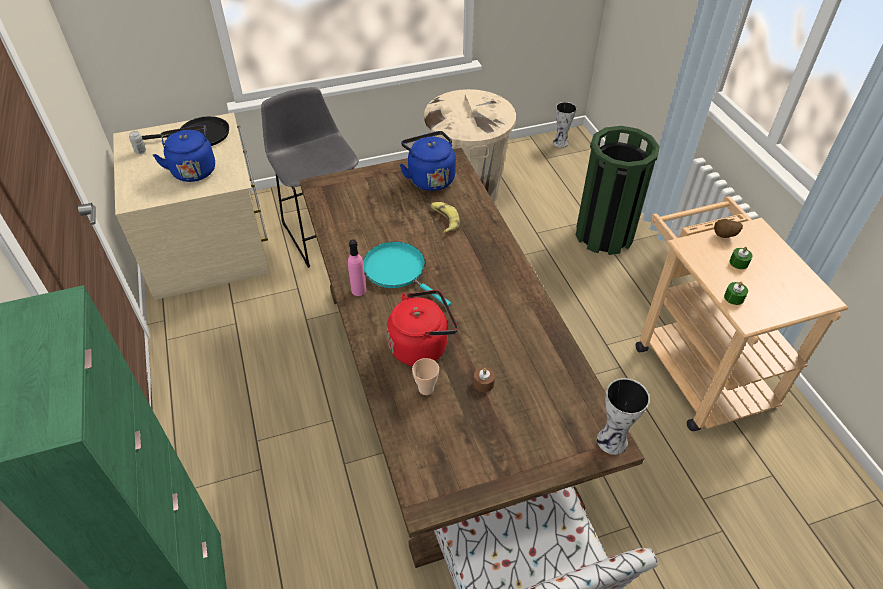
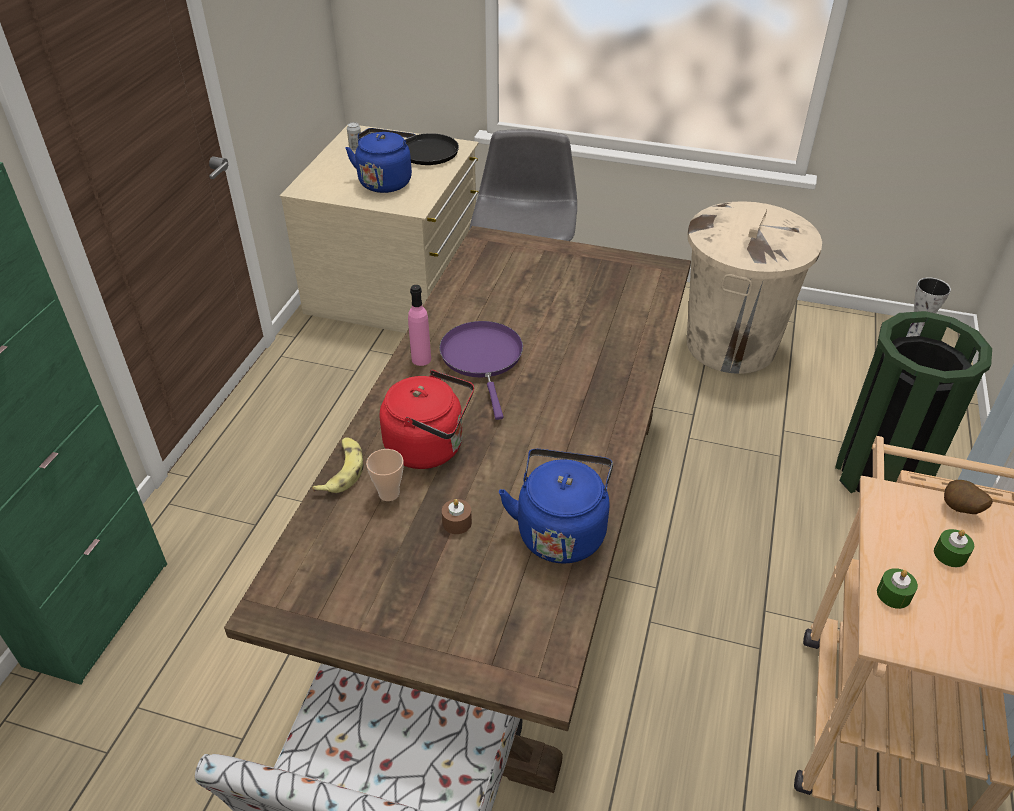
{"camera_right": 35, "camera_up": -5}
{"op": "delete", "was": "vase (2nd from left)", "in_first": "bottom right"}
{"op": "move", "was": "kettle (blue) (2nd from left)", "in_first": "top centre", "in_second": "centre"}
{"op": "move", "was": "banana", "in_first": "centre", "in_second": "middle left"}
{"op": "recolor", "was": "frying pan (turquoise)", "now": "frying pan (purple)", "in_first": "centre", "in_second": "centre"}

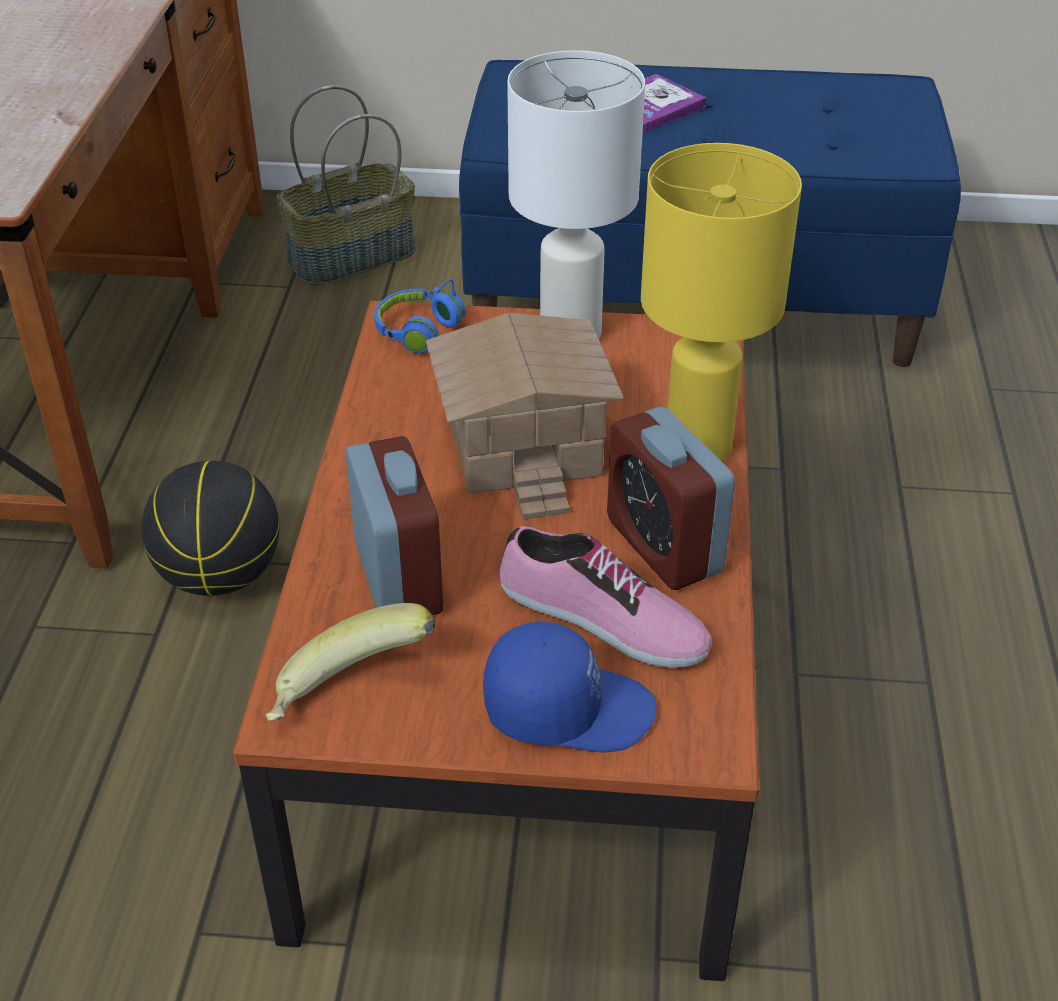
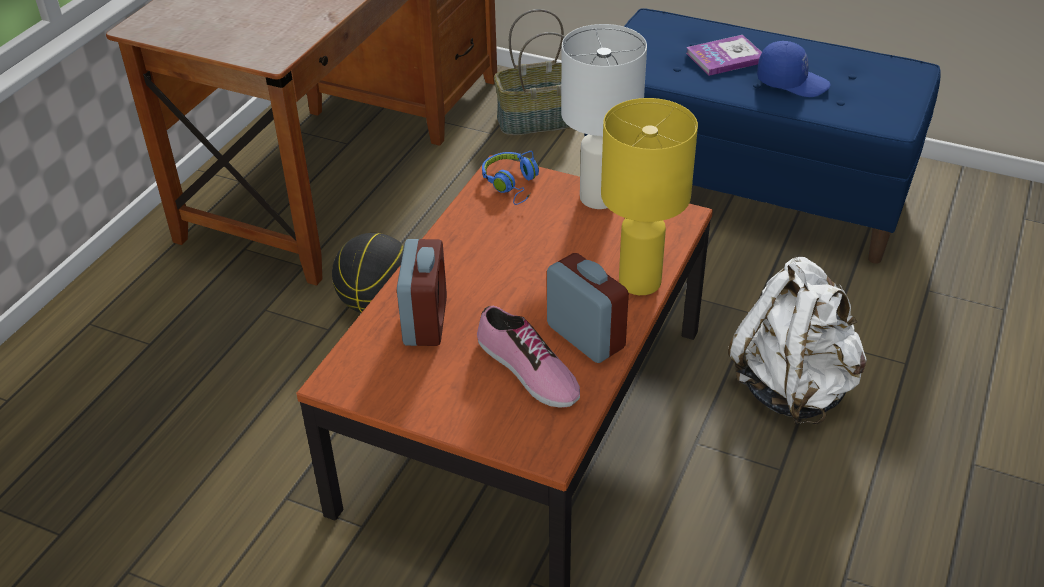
{"camera_right": 20, "camera_up": 0}
{"op": "delete", "was": "banana", "in_first": "middle left"}
{"op": "delete", "was": "toy house", "in_first": "centre"}
{"op": "insert", "now": "backpack (white)", "in_second": "middle right"}
{"op": "move", "was": "cap (blue)", "in_first": "bottom centre", "in_second": "top right"}
{"op": "rotate", "was": "alarm clock (2nd from left)", "in_first": "centre", "in_second": "centre", "clockwise": 150}

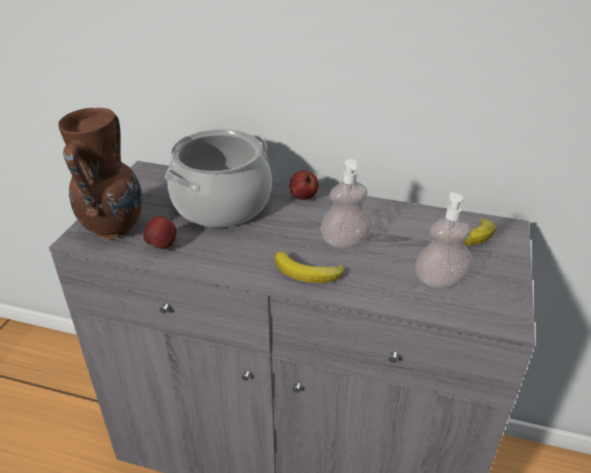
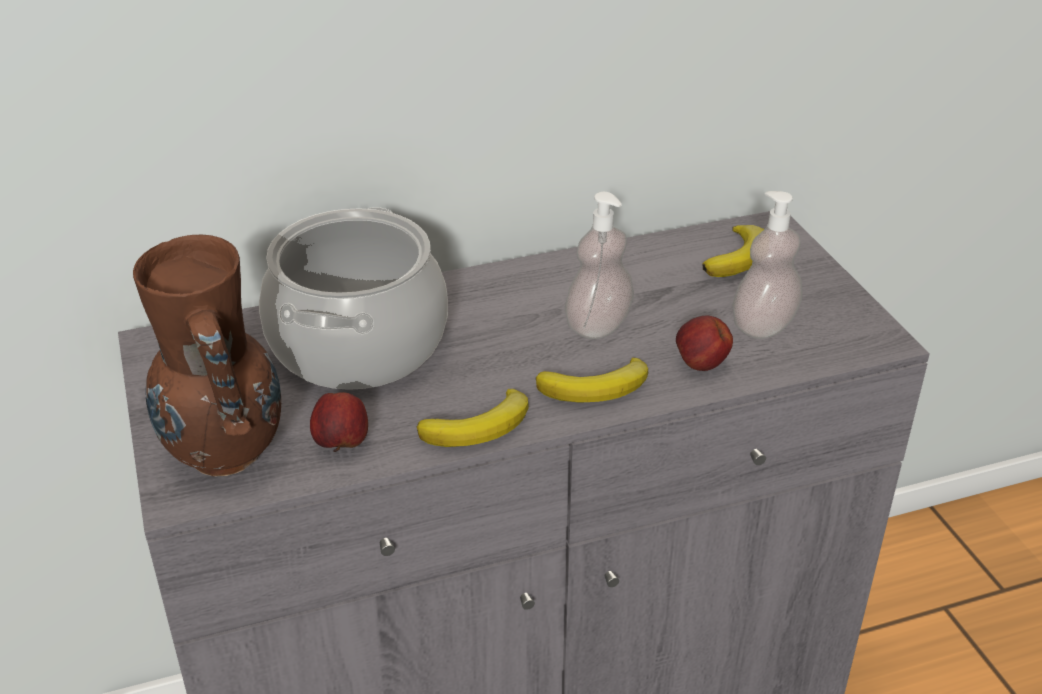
{"camera_right": -35, "camera_up": 0}
{"op": "insert", "now": "banana (1st from left)", "in_second": "centre"}
{"op": "move", "was": "apple (2nd from left)", "in_first": "centre", "in_second": "middle right"}

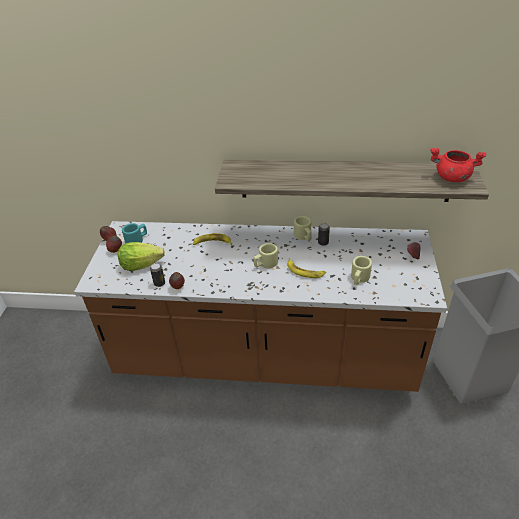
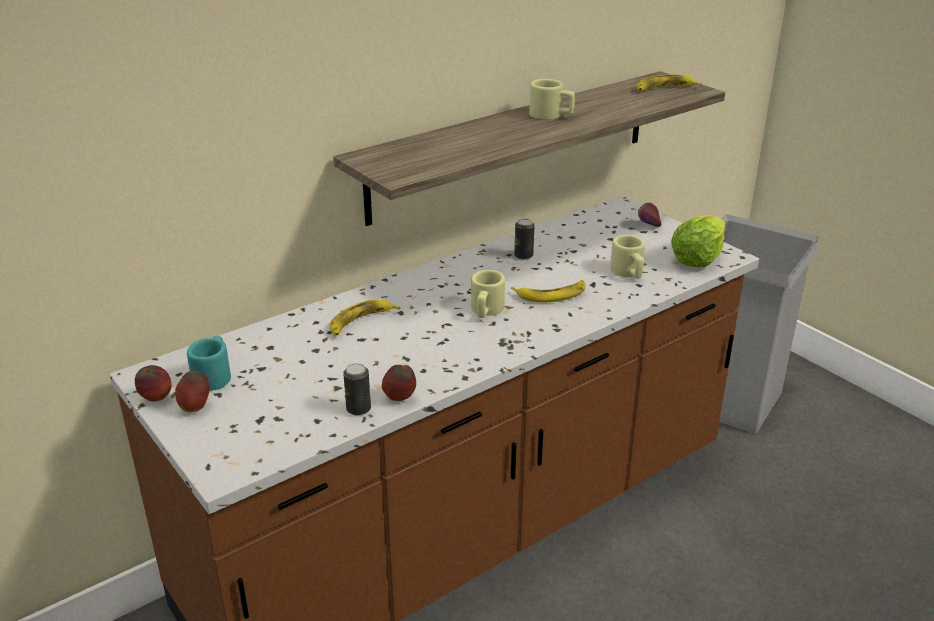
{"camera_right": -45, "camera_up": -10}
{"op": "move", "was": "lettuce", "in_first": "middle left", "in_second": "middle right"}
{"op": "move", "was": "mug (beige) (2nd from left)", "in_first": "centre", "in_second": "top centre"}
{"op": "replace", "was": "cooking pot (red)", "now": "banana (3rd from left)", "in_first": "top right", "in_second": "top right"}

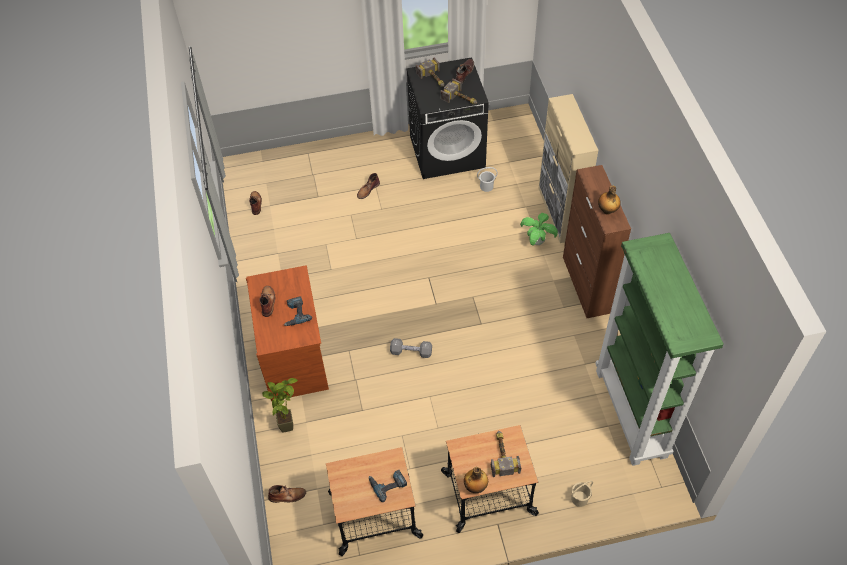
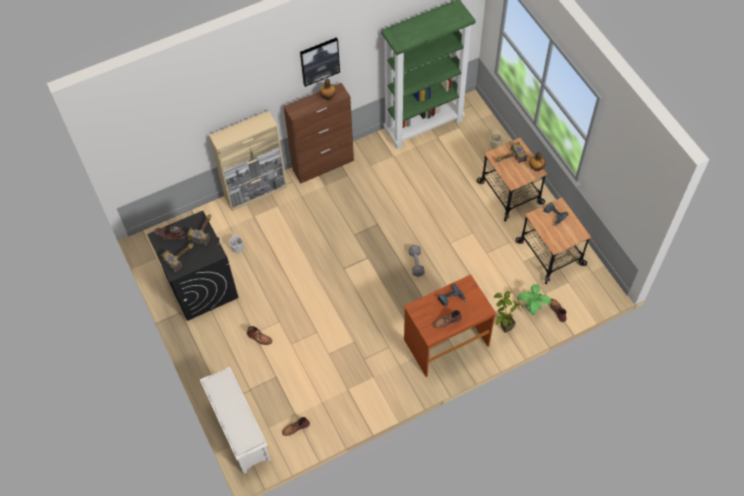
{"camera_right": -105, "camera_up": 5}
{"op": "insert", "now": "shoe rack (white)", "in_second": "bottom left"}
{"op": "insert", "now": "picture", "in_second": "top centre"}
{"op": "move", "was": "potted plant (2nd from left)", "in_first": "centre", "in_second": "middle right"}

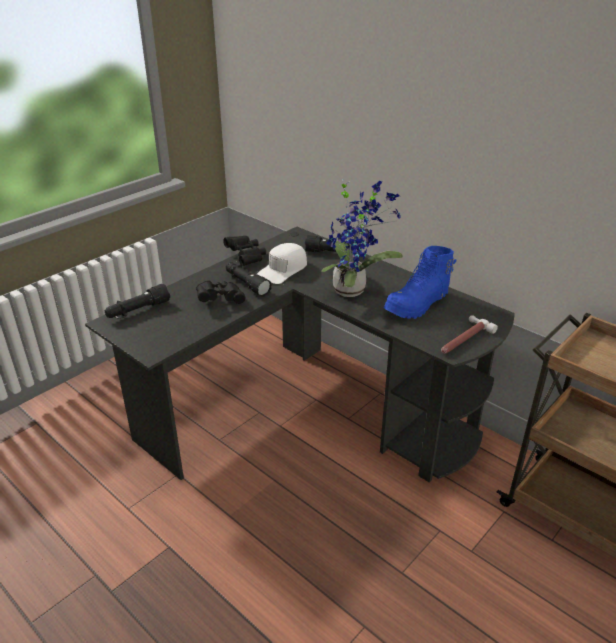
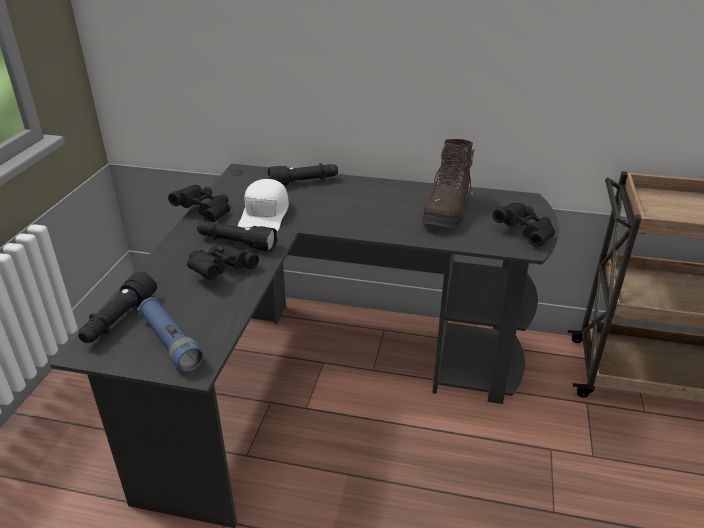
{"camera_right": -30, "camera_up": 0}
{"op": "delete", "was": "potted plant", "in_first": "centre"}
{"op": "insert", "now": "flashlight (blue)", "in_second": "middle left"}
{"op": "replace", "was": "hammer", "now": "binoculars (black) (3rd from left)", "in_first": "middle right", "in_second": "middle right"}
{"op": "recolor", "was": "boot (blue)", "now": "boot (brown)", "in_first": "middle right", "in_second": "centre"}

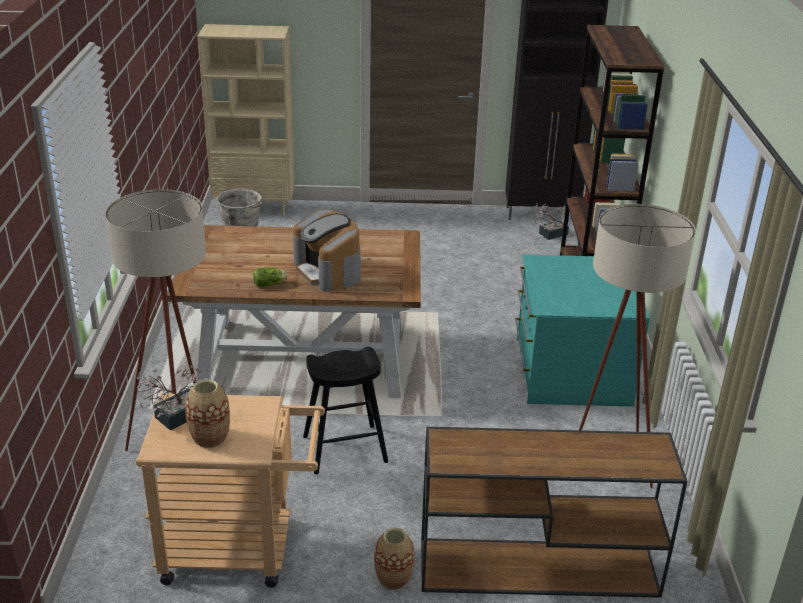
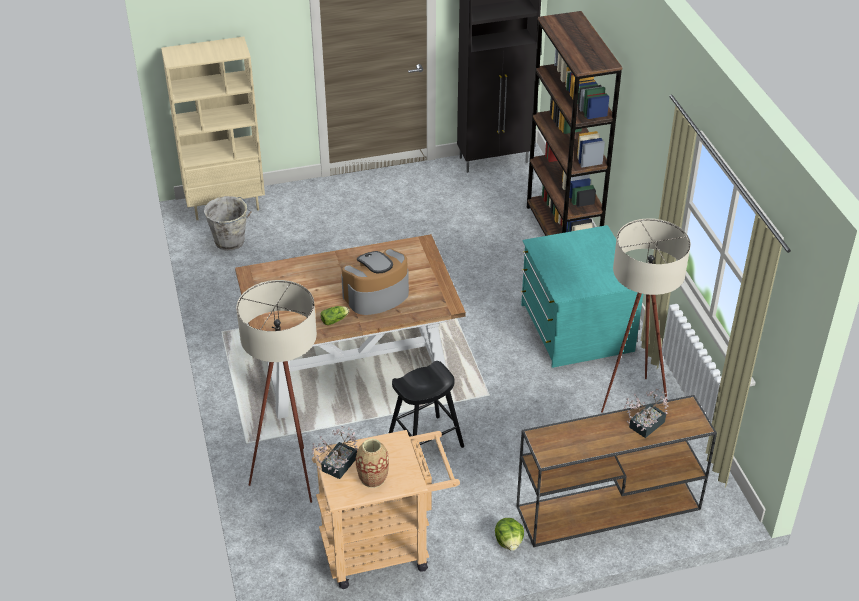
{"camera_right": -15, "camera_up": 10}
{"op": "move", "was": "potted plant (2nd from left)", "in_first": "middle right", "in_second": "bottom right"}
{"op": "replace", "was": "vase (2nd from left)", "now": "lettuce (2nd from left)", "in_first": "bottom centre", "in_second": "bottom centre"}
{"op": "rotate", "was": "coffee machine", "in_first": "centre", "in_second": "centre", "clockwise": 105}

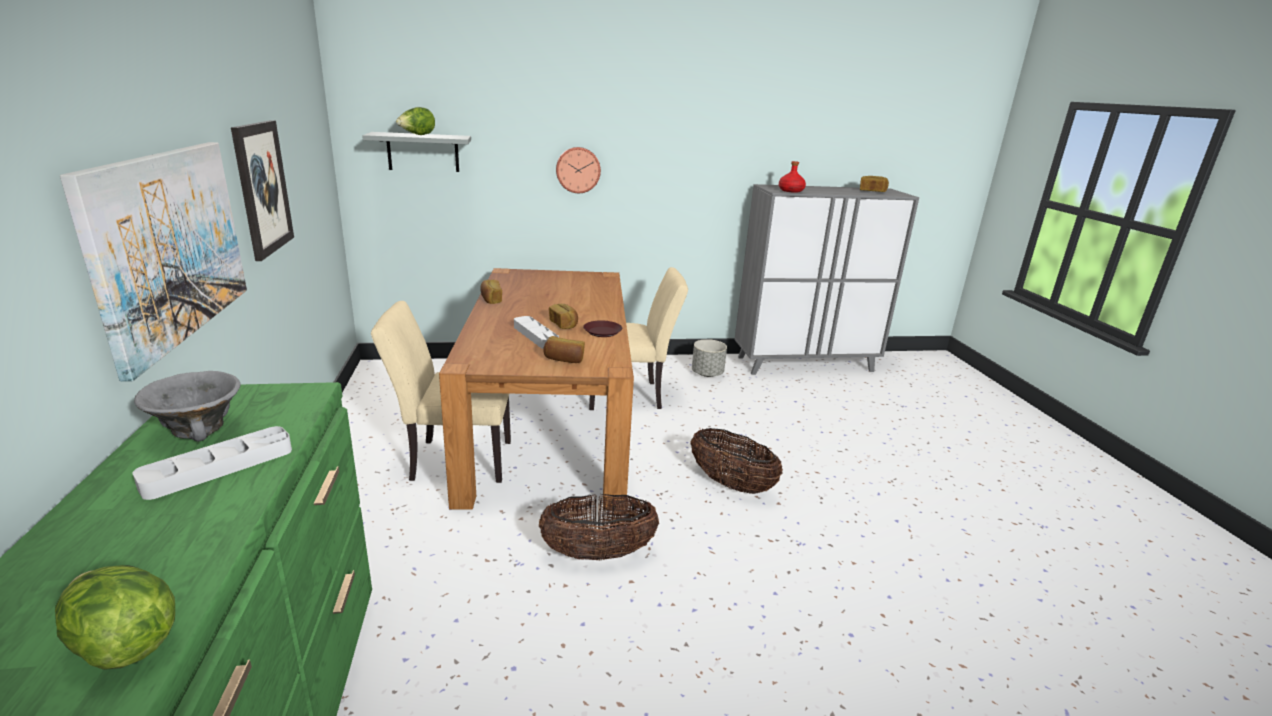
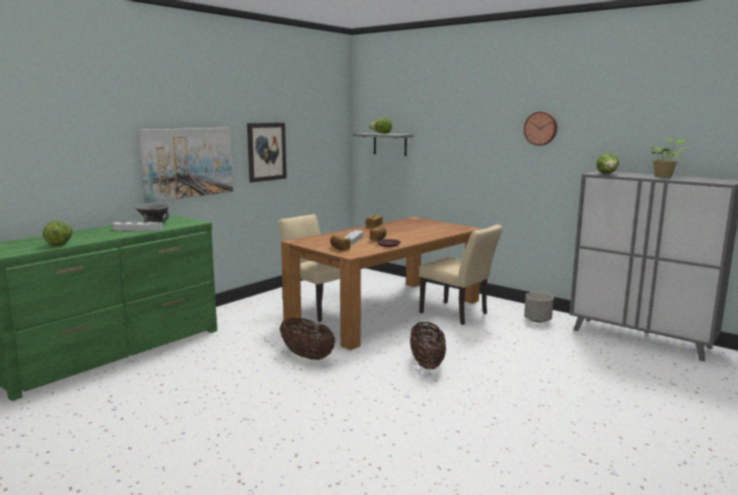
{"camera_right": 50, "camera_up": -10}
{"op": "delete", "was": "bread (4th from left)", "in_first": "top right"}
{"op": "insert", "now": "potted plant", "in_second": "top right"}
{"op": "move", "was": "wall clock", "in_first": "top centre", "in_second": "top right"}
{"op": "replace", "was": "bottle (red)", "now": "lettuce (3rd from left)", "in_first": "top centre", "in_second": "top right"}

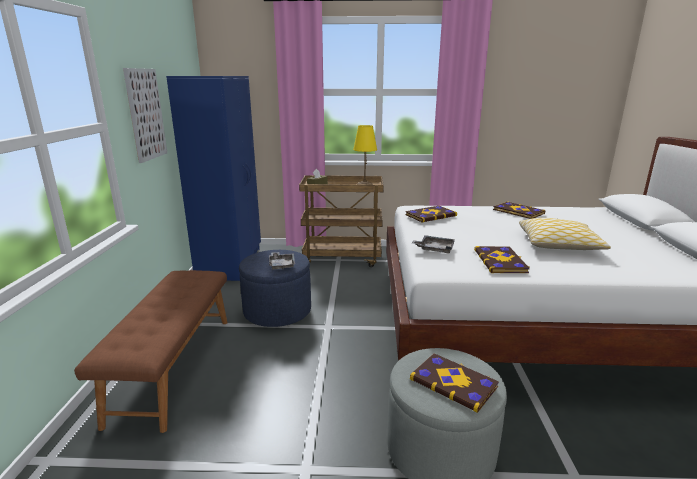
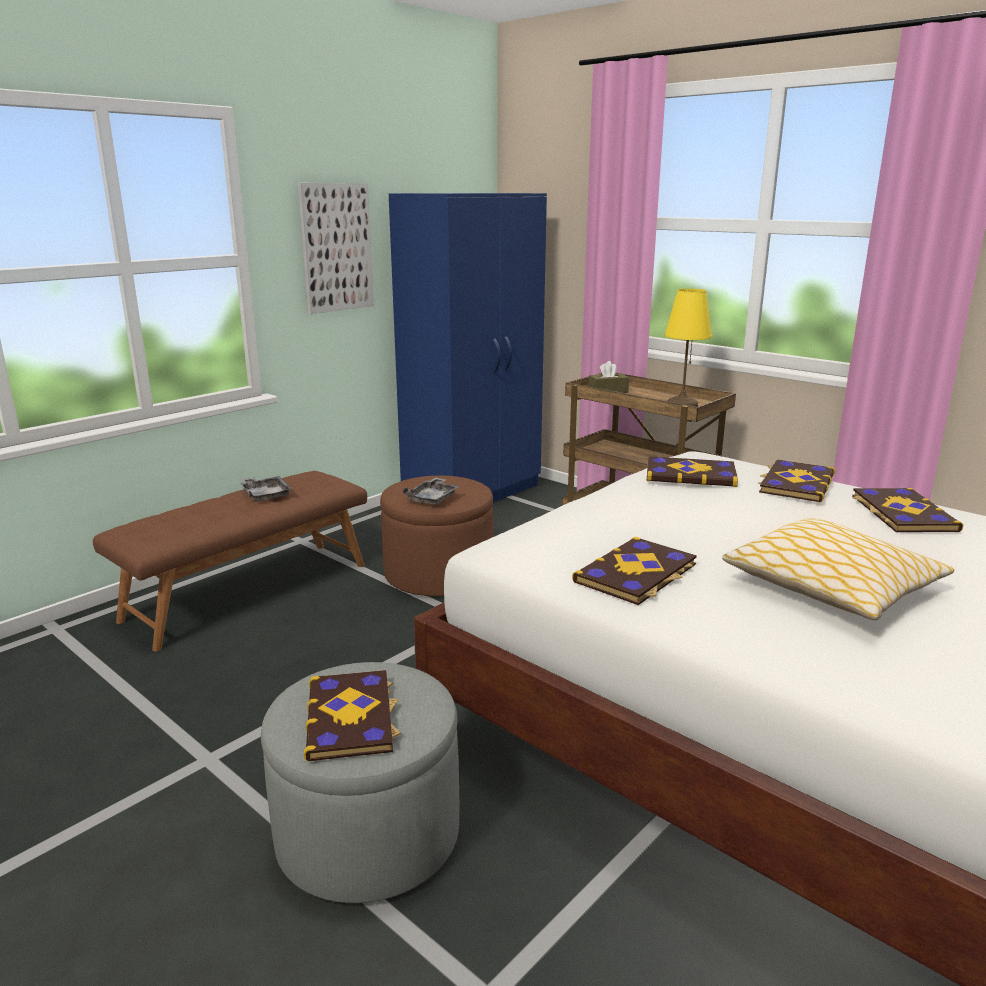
{"camera_right": 40, "camera_up": 0}
{"op": "insert", "now": "book (4th from left)", "in_second": "middle right"}
{"op": "move", "was": "tray (grey) (2nd from left in the first image)", "now": "tray (grey) (1st from left)", "in_first": "centre", "in_second": "middle left"}
{"op": "recolor", "was": "ottoman (blue)", "now": "ottoman (brown)", "in_first": "centre", "in_second": "centre"}

